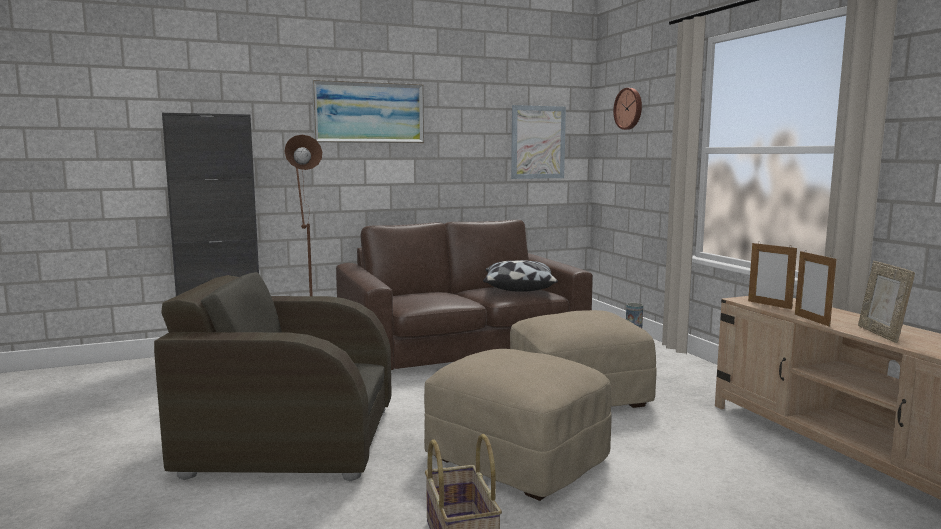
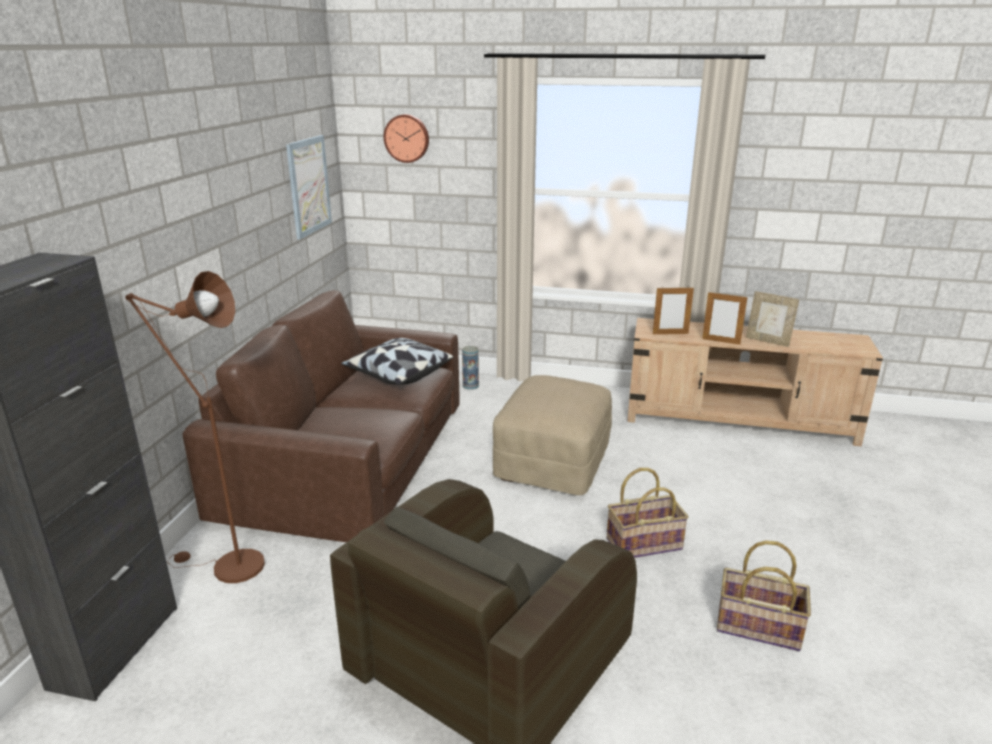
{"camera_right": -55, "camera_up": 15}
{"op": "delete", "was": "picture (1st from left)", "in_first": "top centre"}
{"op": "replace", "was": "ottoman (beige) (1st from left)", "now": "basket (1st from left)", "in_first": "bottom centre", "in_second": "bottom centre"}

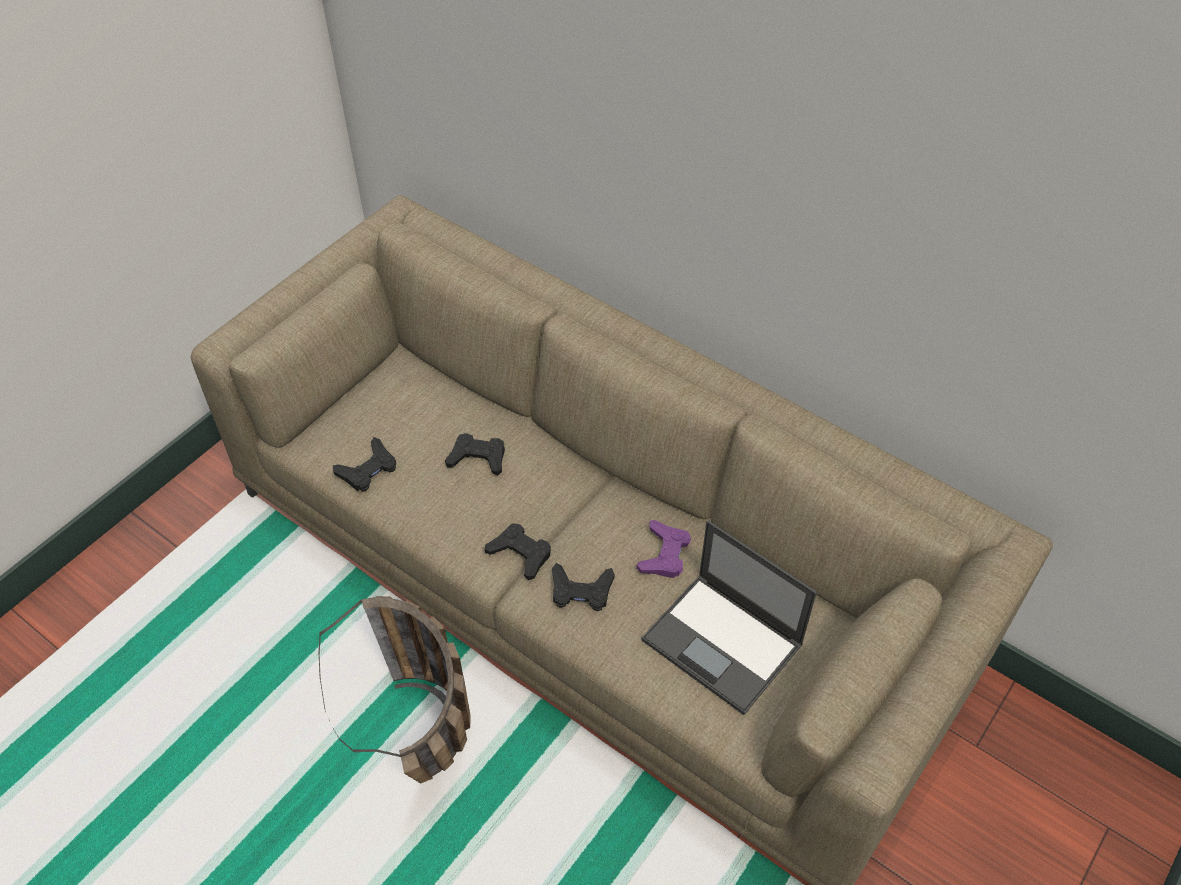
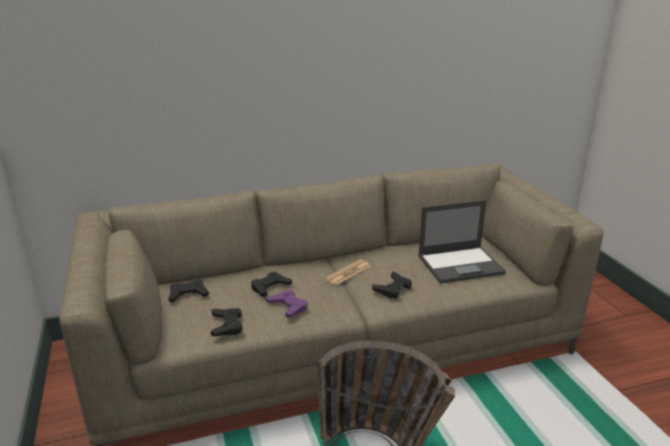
{"camera_right": -55, "camera_up": -25}
{"op": "insert", "now": "newspaper", "in_second": "centre"}
{"op": "move", "was": "game controller (black) (3rd from left in the first image)", "now": "game controller (black) (1st from left)", "in_first": "centre", "in_second": "middle left"}
{"op": "move", "was": "game controller (purple)", "in_first": "centre", "in_second": "bottom centre"}

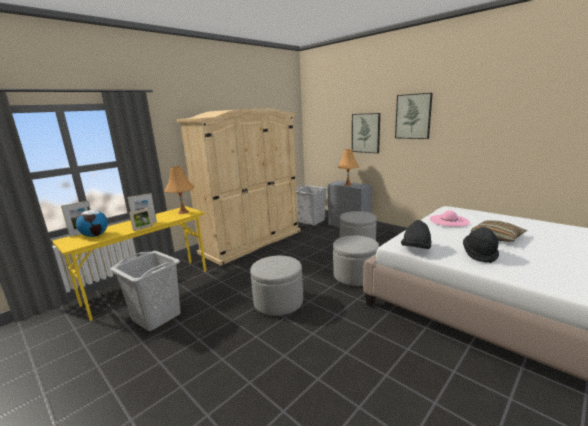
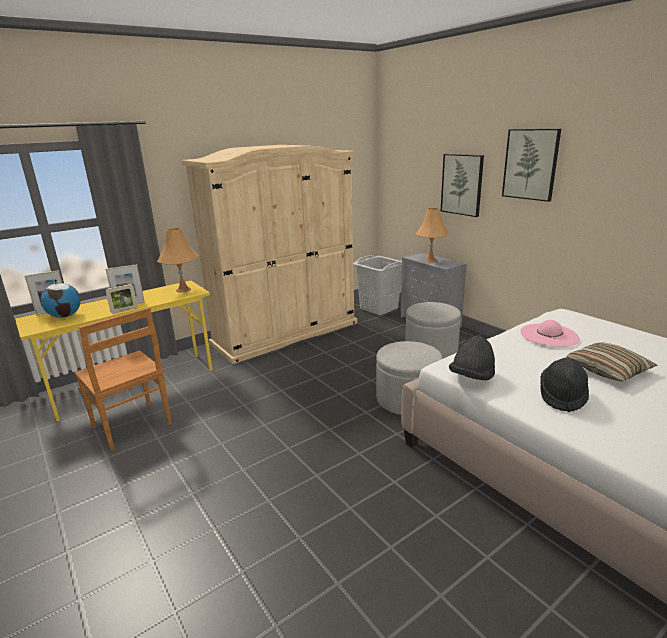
{"camera_right": 10, "camera_up": 5}
{"op": "delete", "was": "ottoman (grey) (1st from left)", "in_first": "bottom centre"}
{"op": "replace", "was": "laundry basket (grey) (1st from left)", "now": "chair (brown)", "in_first": "bottom left", "in_second": "middle left"}

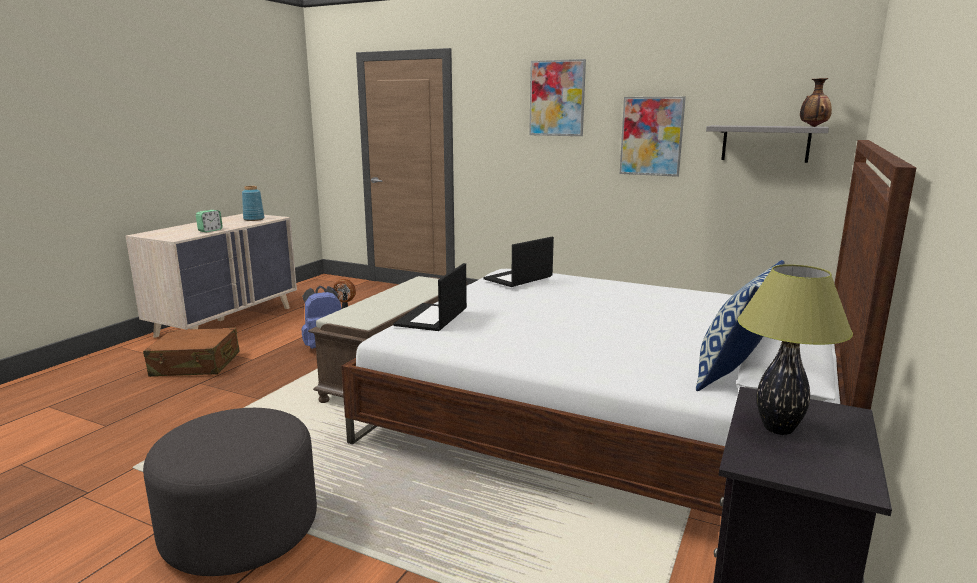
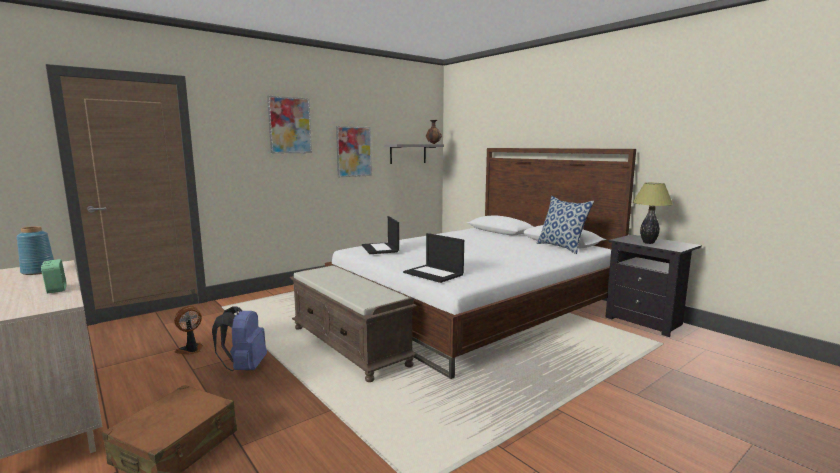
{"camera_right": -65, "camera_up": -5}
{"op": "delete", "was": "ottoman (grey)", "in_first": "bottom left"}

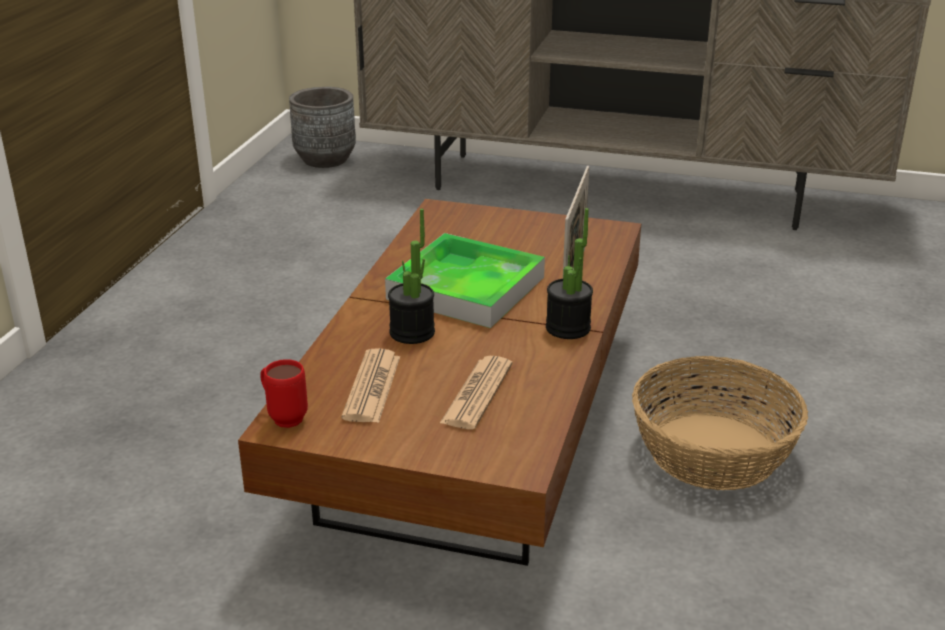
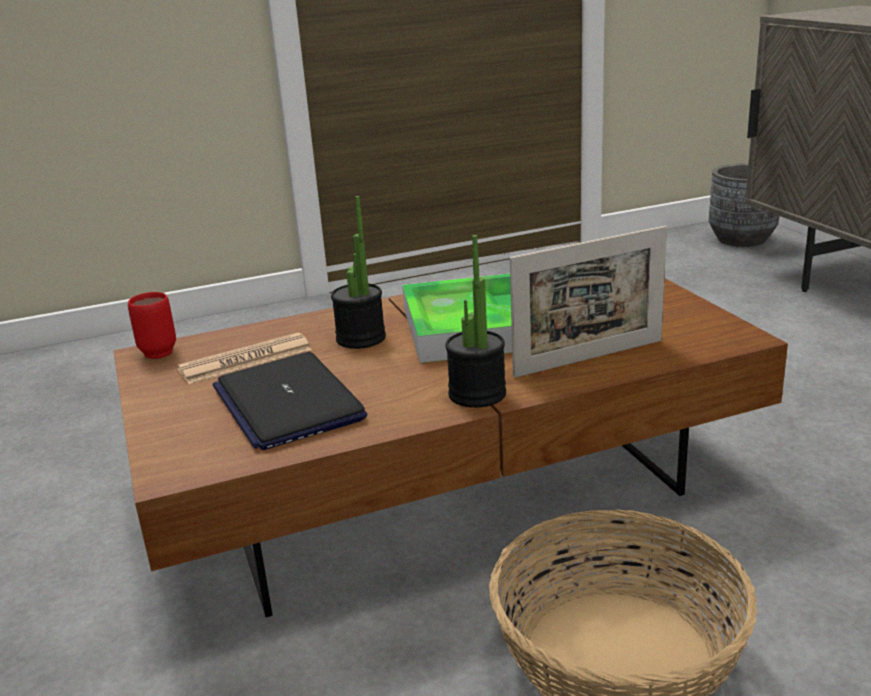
{"camera_right": 55, "camera_up": -5}
{"op": "replace", "was": "newspaper (2nd from left)", "now": "laptop", "in_first": "centre", "in_second": "middle left"}

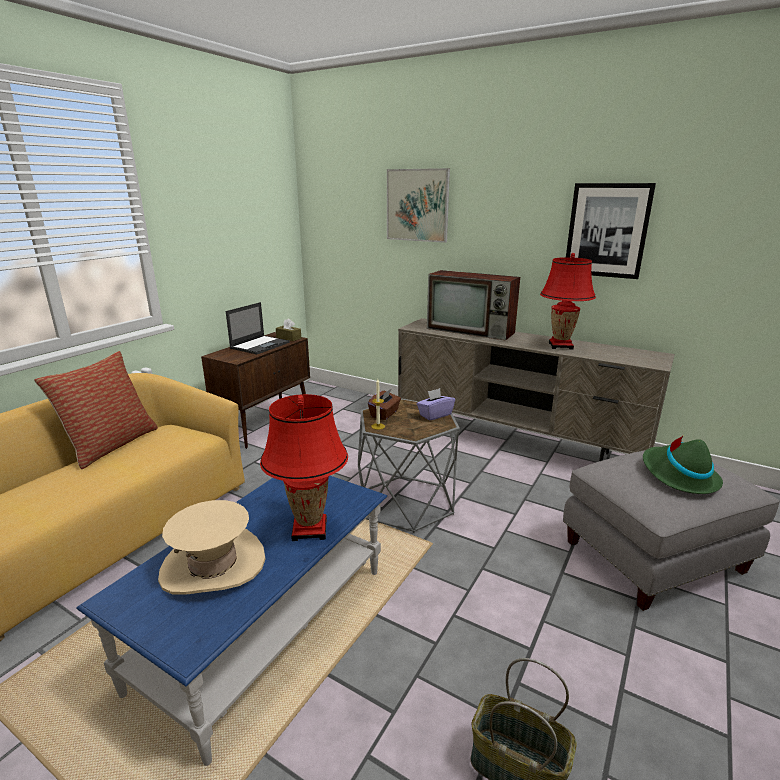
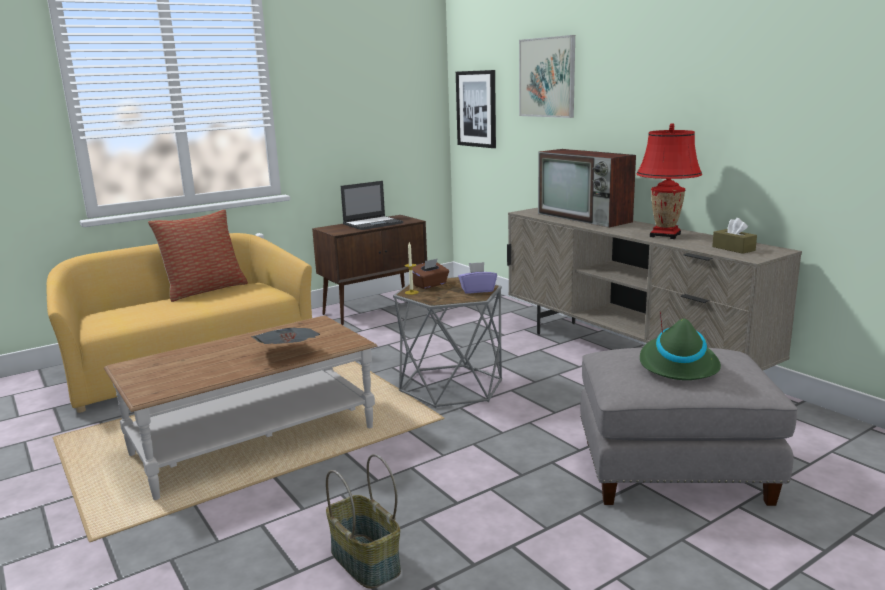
{"camera_right": 25, "camera_up": -5}
{"op": "delete", "was": "hat (beige)", "in_first": "bottom left"}
{"op": "move", "was": "tissue box (brown) (1st from left in the first image)", "now": "tissue box (brown) (2nd from left)", "in_first": "centre", "in_second": "middle right"}
{"op": "move", "was": "picture (2nd from left in the first image)", "now": "picture (1st from left)", "in_first": "top right", "in_second": "top centre"}
{"op": "replace", "was": "table lamp (red) (1st from left)", "now": "newspaper", "in_first": "centre", "in_second": "middle left"}
{"op": "recolor", "was": "coffee table (blue)", "now": "coffee table (brown)", "in_first": "bottom left", "in_second": "bottom left"}

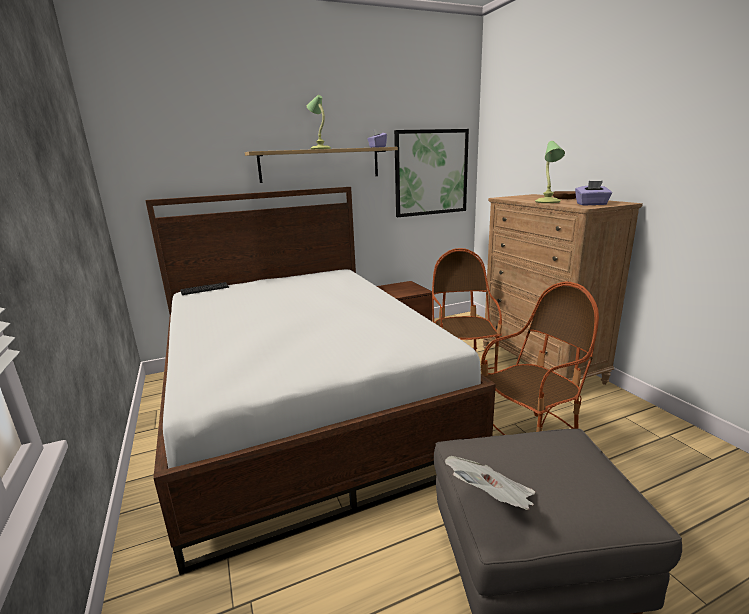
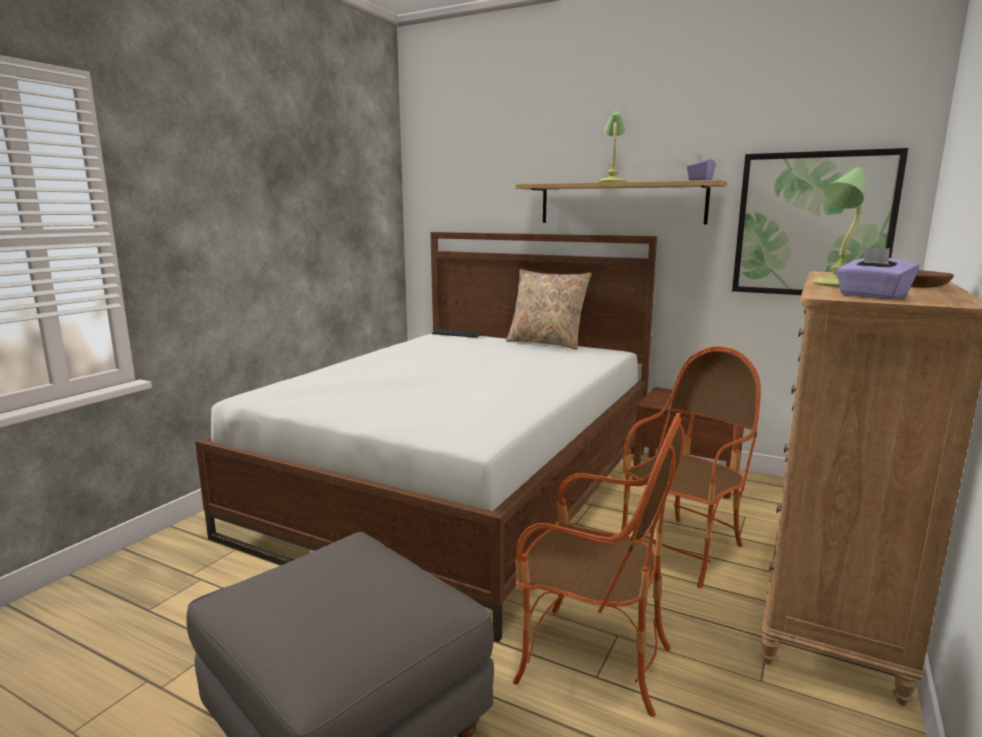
{"camera_right": 50, "camera_up": -5}
{"op": "delete", "was": "newspaper", "in_first": "bottom centre"}
{"op": "insert", "now": "pillow (beige)", "in_second": "centre"}

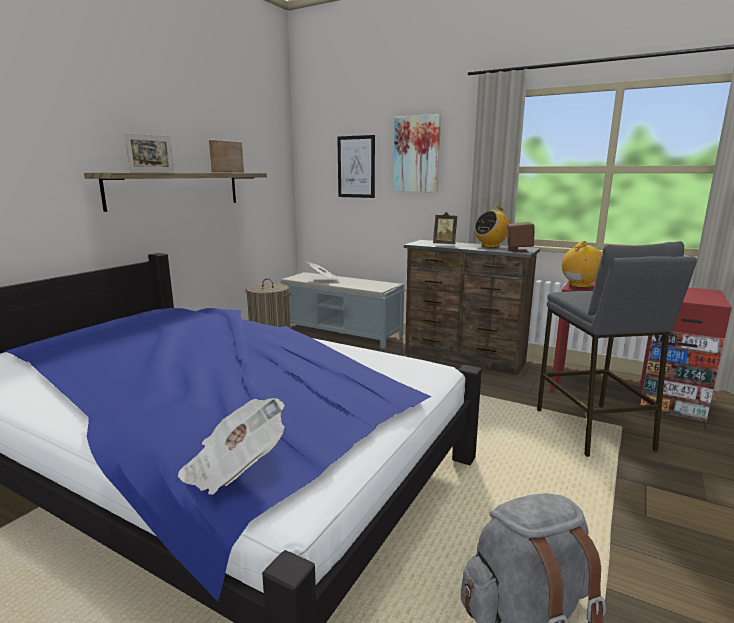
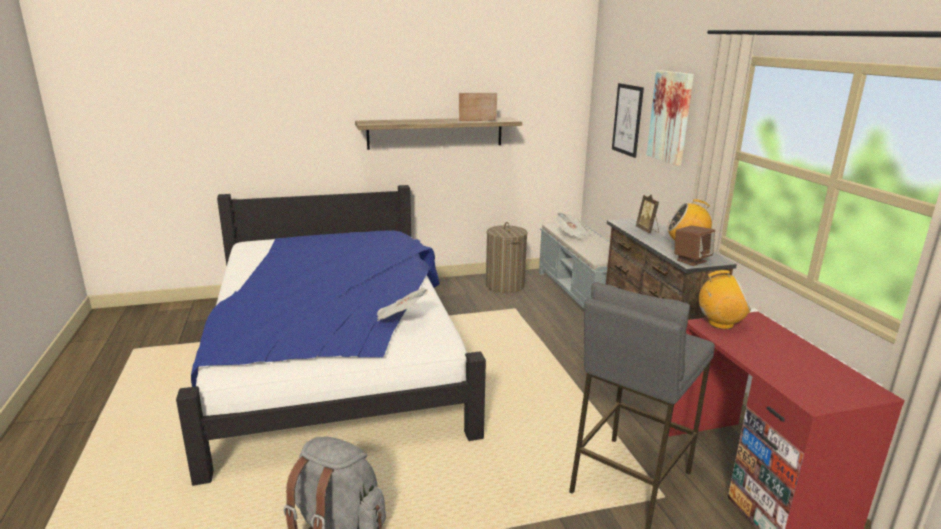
{"camera_right": 45, "camera_up": 5}
{"op": "delete", "was": "picture frame (1st from left)", "in_first": "top left"}
{"op": "move", "was": "newspaper (1st from left)", "in_first": "bottom left", "in_second": "centre"}

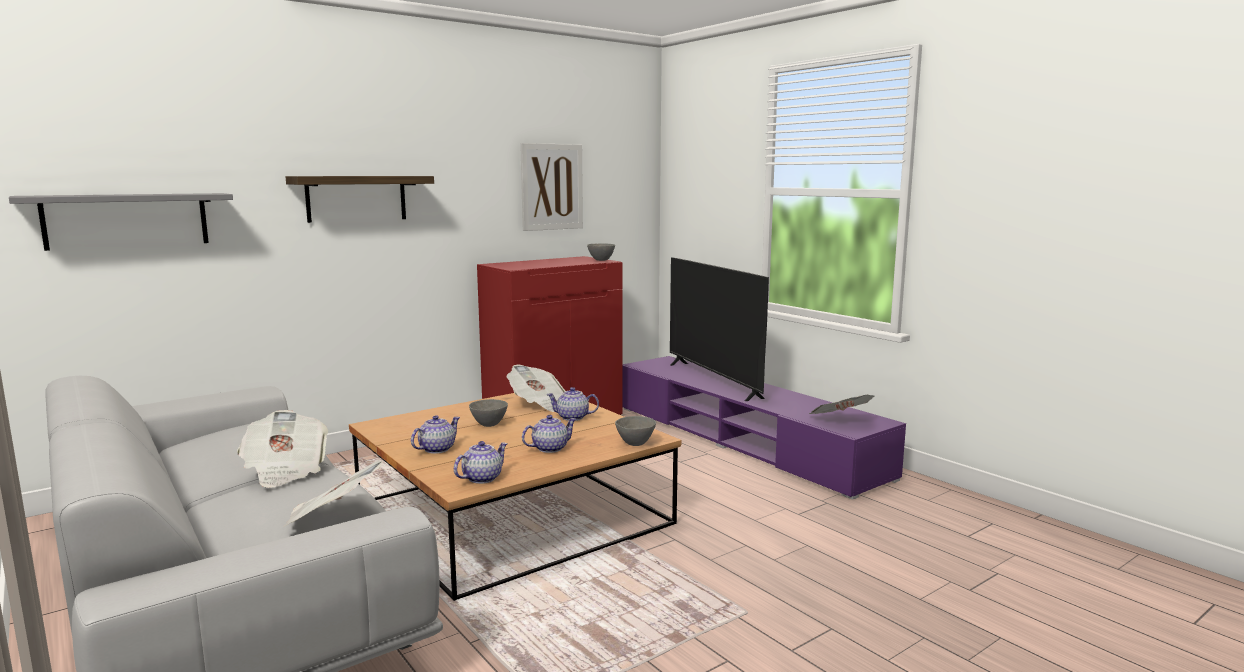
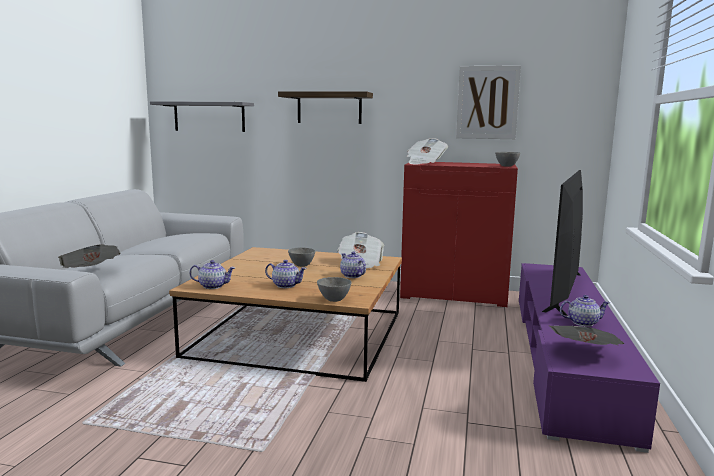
{"camera_right": 50, "camera_up": 0}
{"op": "move", "was": "newspaper (1st from left in the first image)", "now": "newspaper (3rd from left)", "in_first": "bottom left", "in_second": "top centre"}
{"op": "move", "was": "teapot (1st from left in the first image)", "now": "teapot (4th from left)", "in_first": "centre", "in_second": "middle right"}

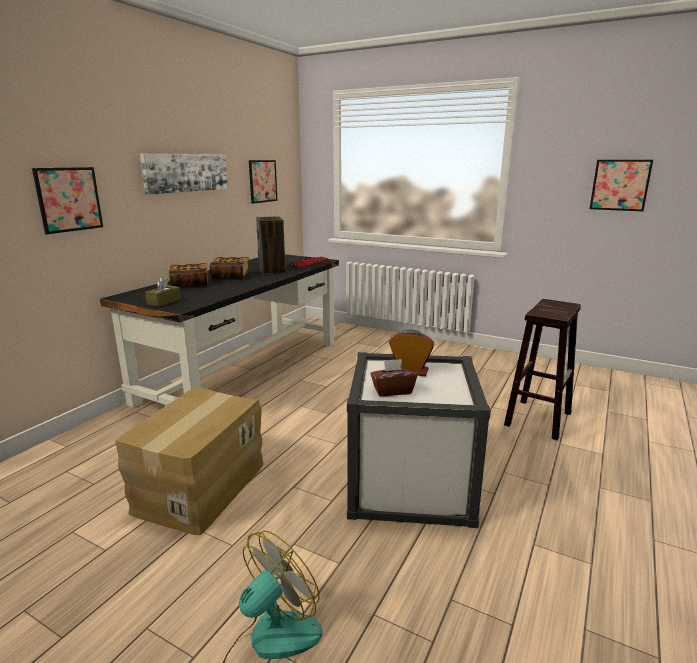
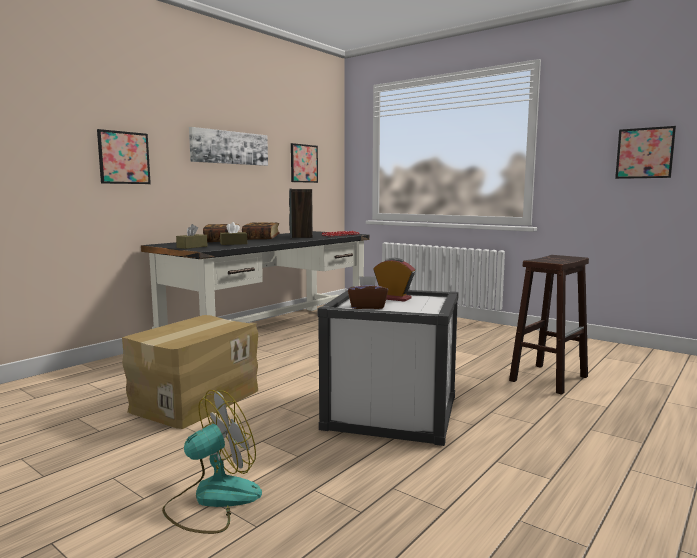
{"camera_right": 10, "camera_up": -10}
{"op": "insert", "now": "tissue box (brown) (2nd from left)", "in_second": "centre"}

